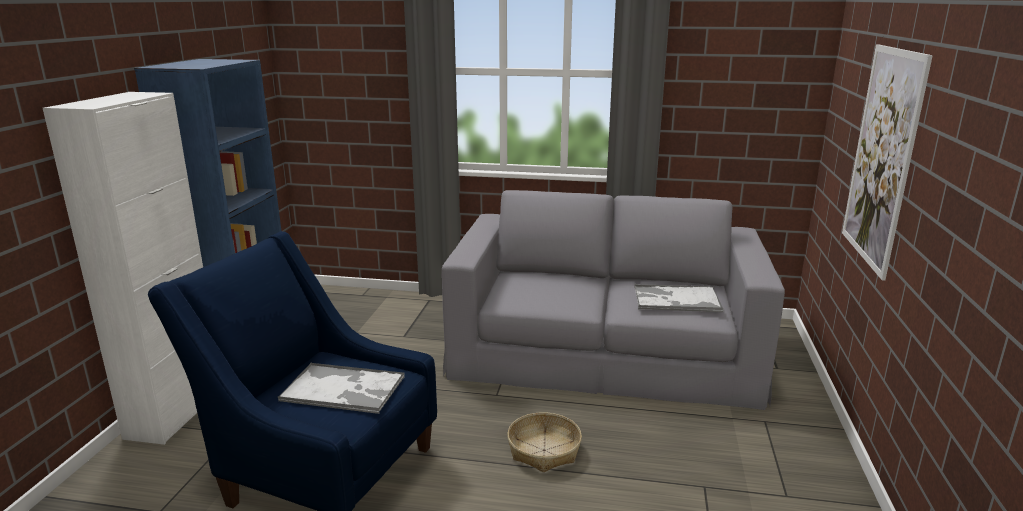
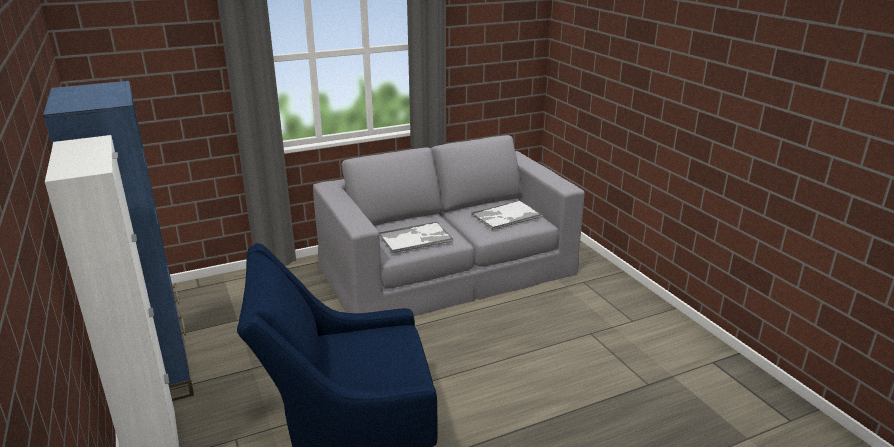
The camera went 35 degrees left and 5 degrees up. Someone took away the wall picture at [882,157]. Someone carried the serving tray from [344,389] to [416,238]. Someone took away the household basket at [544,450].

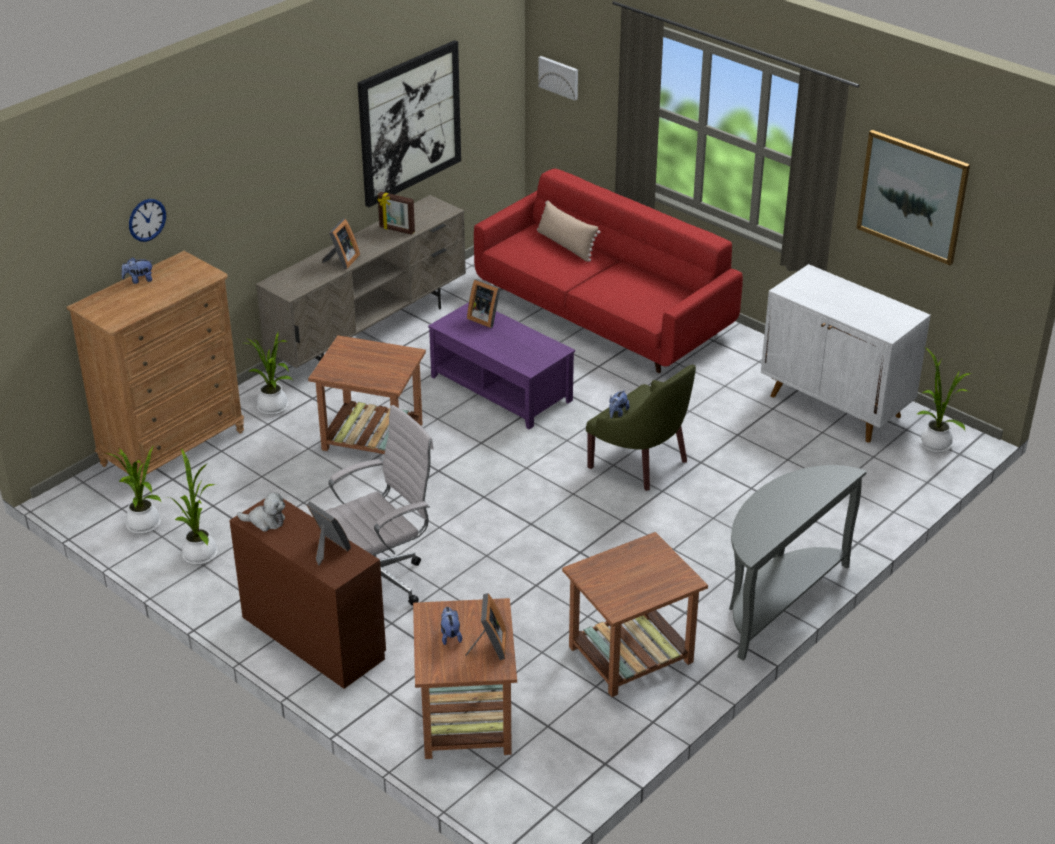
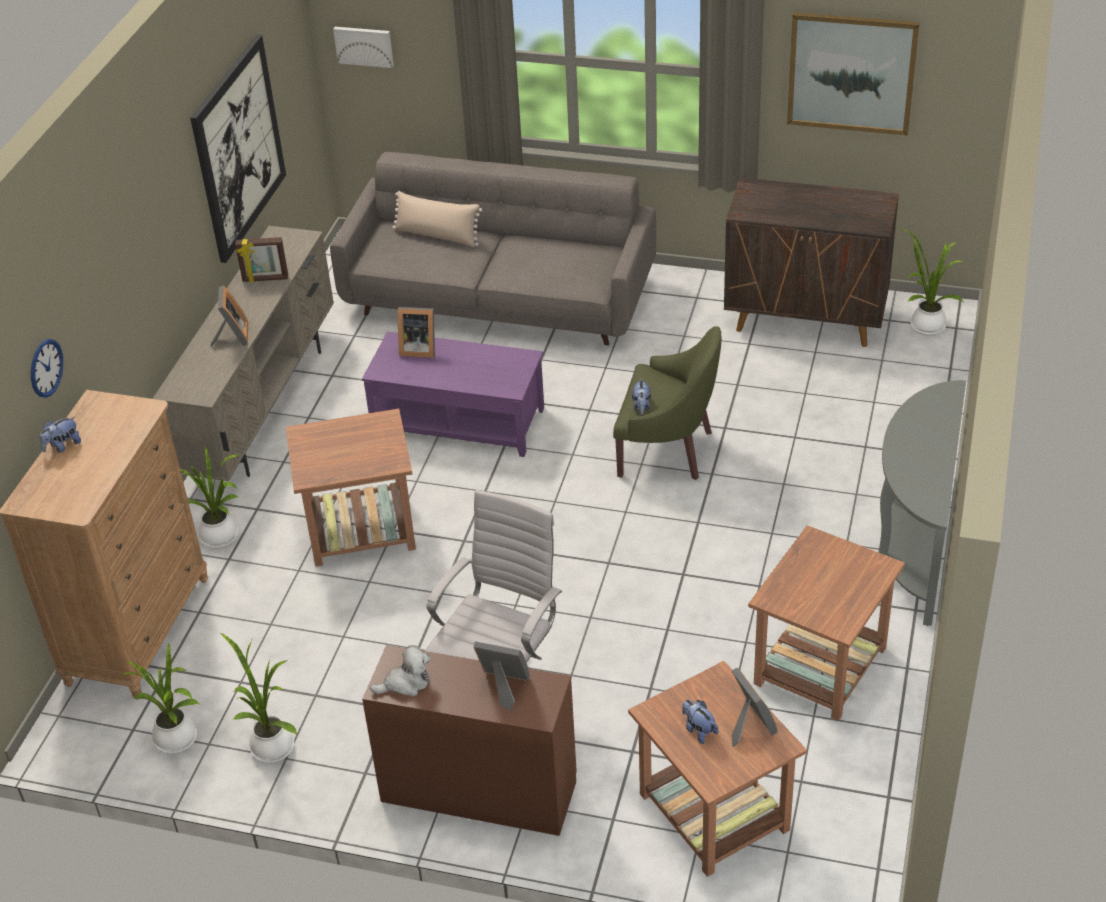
The camera went 25 degrees left and 5 degrees up. Someone repainted the sofa (red) at [602,313], which became the sofa (grey) at [499,299]. Someone repainted the cupboard (whitish) at [836,406], which became the cupboard (brown-coloured) at [807,319].

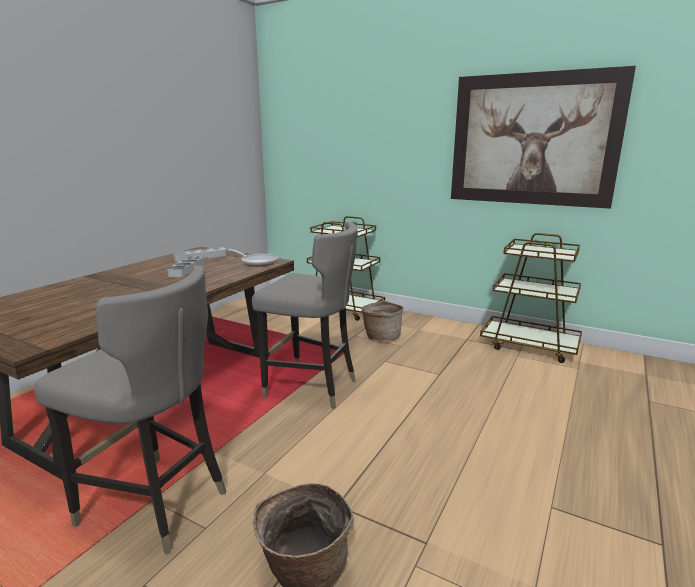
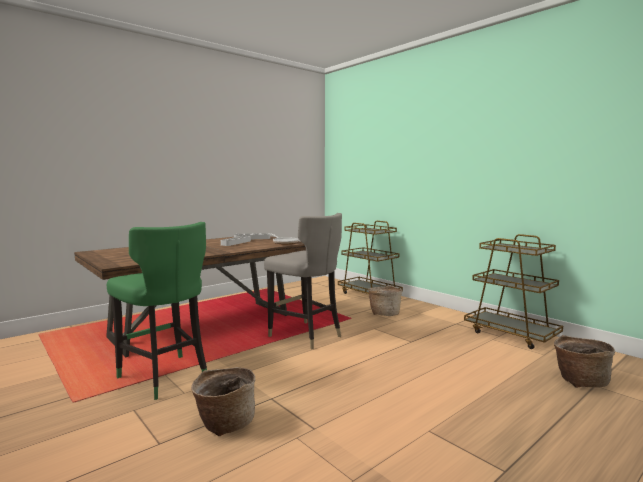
The camera went 20 degrees right and 10 degrees down. Someone took away the wall picture at [532,140]. Someone repainted the stool seat (grey) at [157,505], which became the stool seat (green-coloured) at [165,377]. Someone put down the household basket at [579,381].

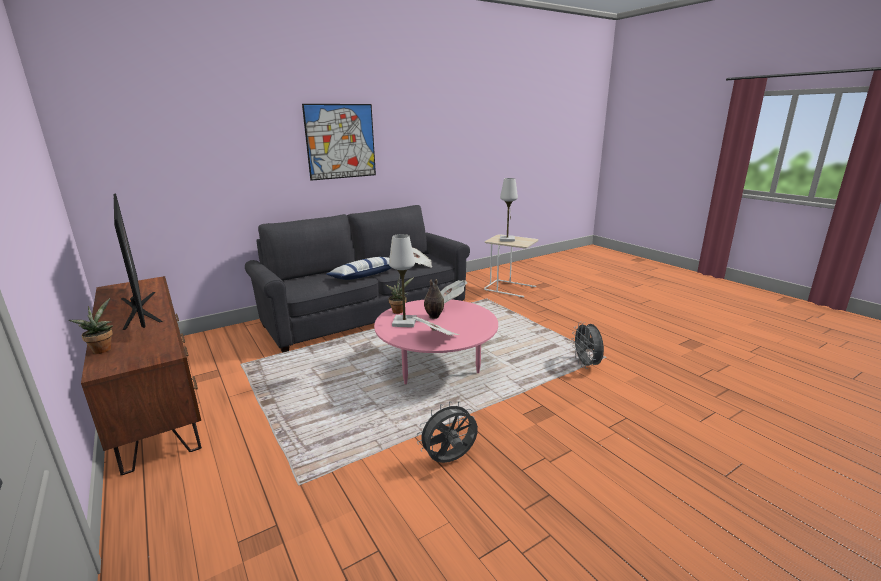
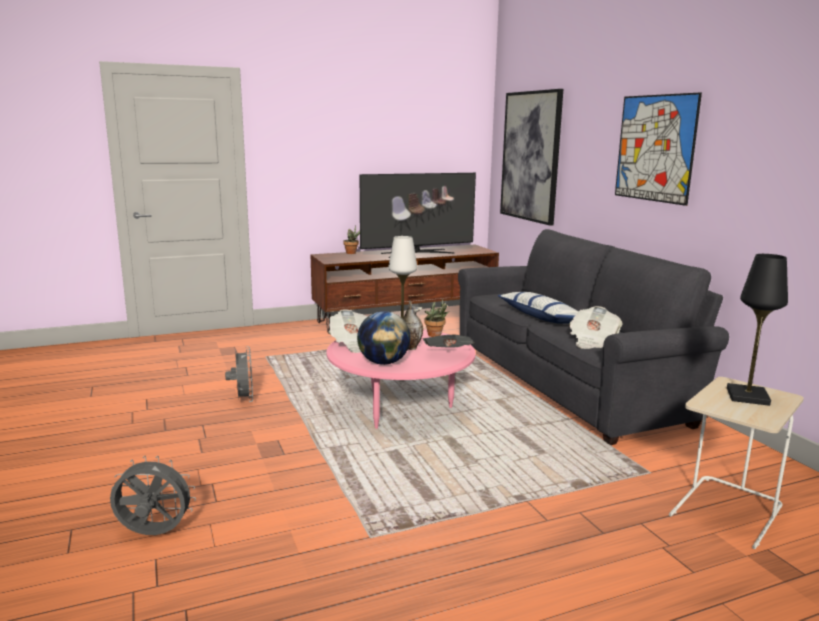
The camera went 100 degrees right and 5 degrees down. Someone repainted the table lamp (whitish) at [507,239], which became the table lamp (black) at [748,397]. Someone carried the electric fan (grey) from [586,365] to [153,534]. Someone put up the wall picture at [531,156]. Someone put down the desk globe at [384,362].

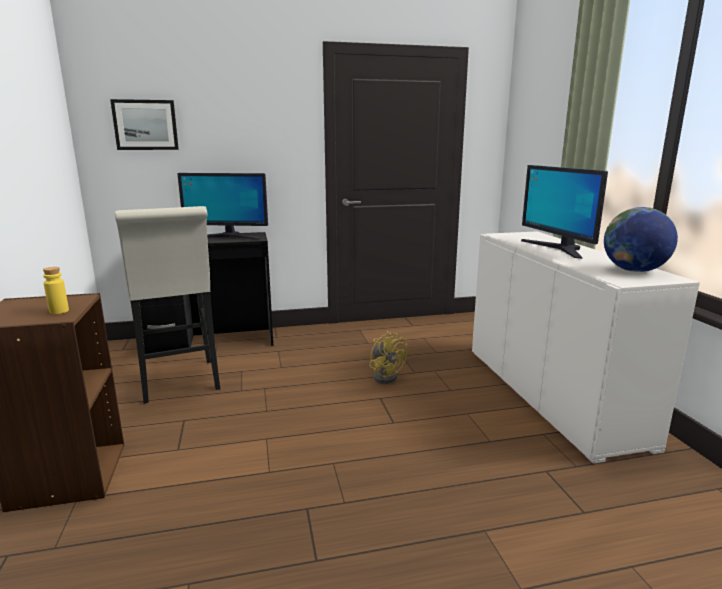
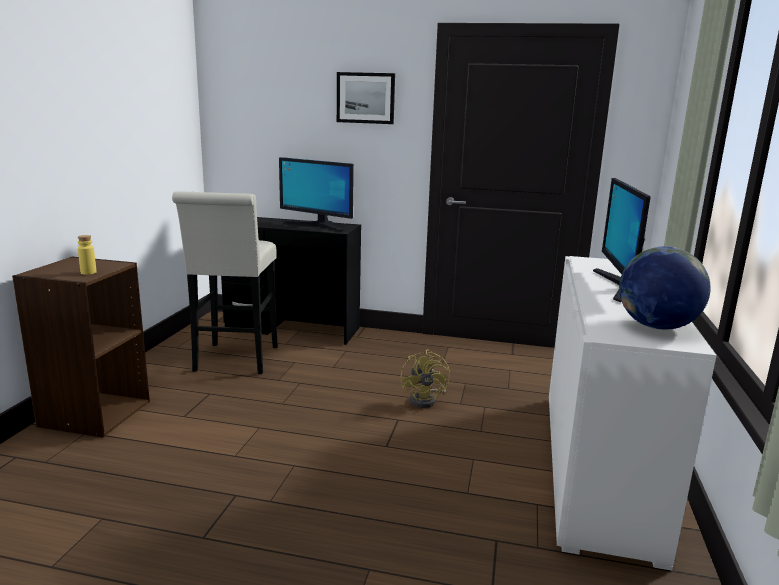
The camera went 25 degrees right and 0 degrees up. Someone carried the wall picture from [145,125] to [365,98].

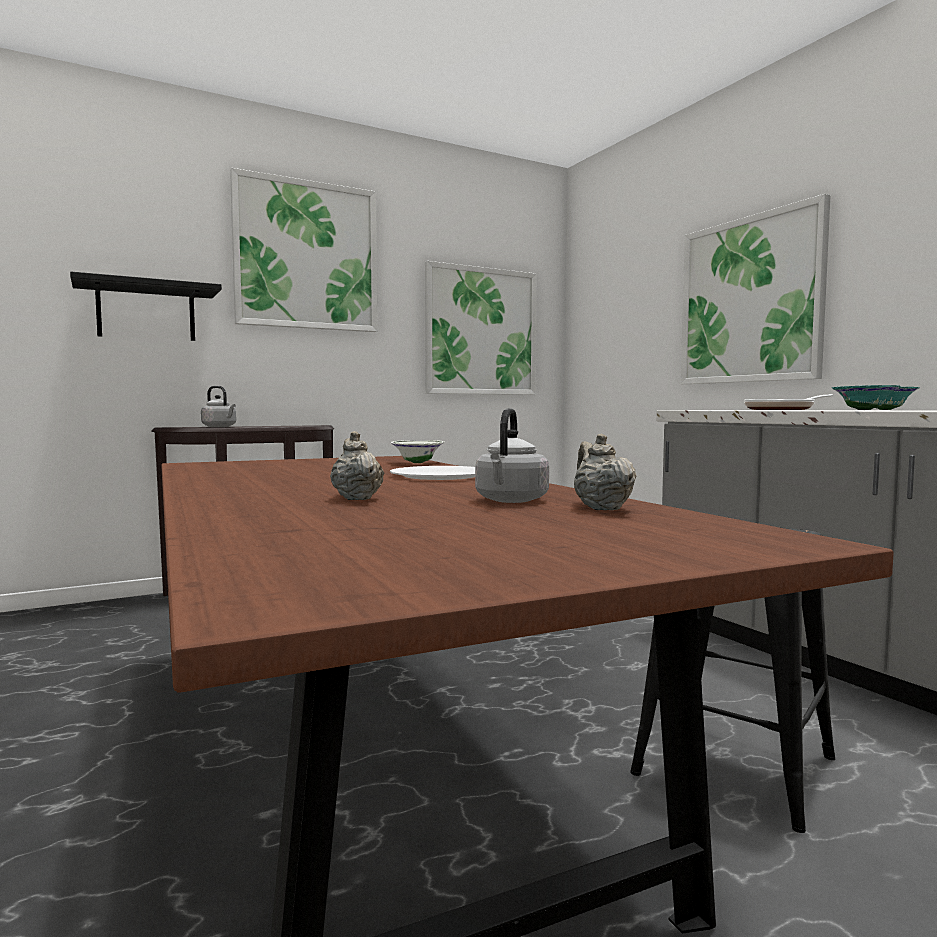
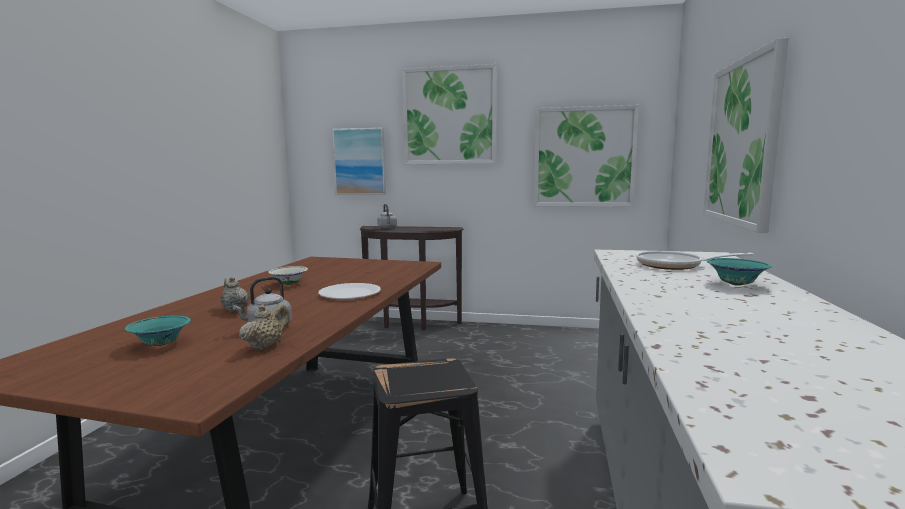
The camera went 40 degrees right and 5 degrees up. Someone swapped the wall shelf (black) at [146,313] for the wall picture at [360,161]. Someone carried the serving bowl (turquoise-coloured) from [864,410] to [161,344]. Someone rotated the tea pot (beige-coloured) at [356,498] by 60 degrees counterclockwise. Someone carried the serving bowl (whitish) from [417,463] to [289,284].

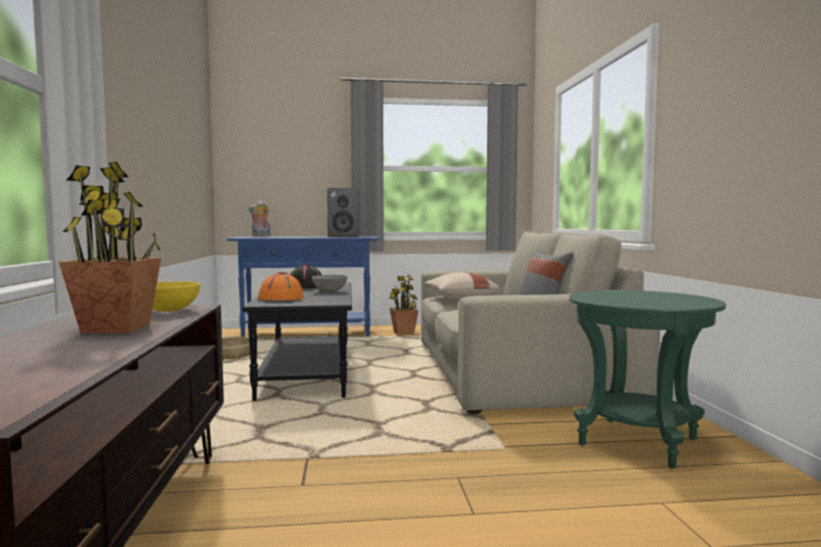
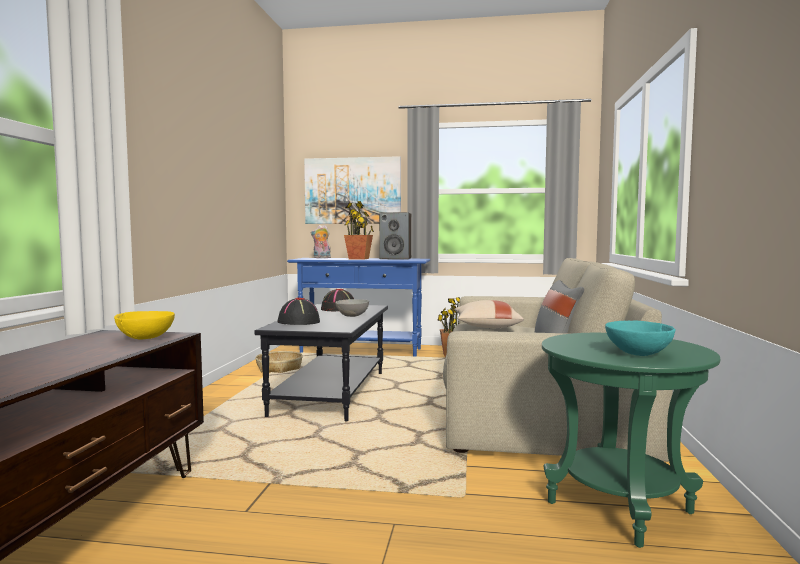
The camera went 15 degrees right and 0 degrees up. Someone carried the plant in a pot from [117,328] to [359,259]. Someone repainted the hat (orange-coloured) at [280,298], which became the hat (black) at [298,322]. Someone put up the wall picture at [352,191]. Someone put down the serving bowl (turquoise-coloured) at [638,353].

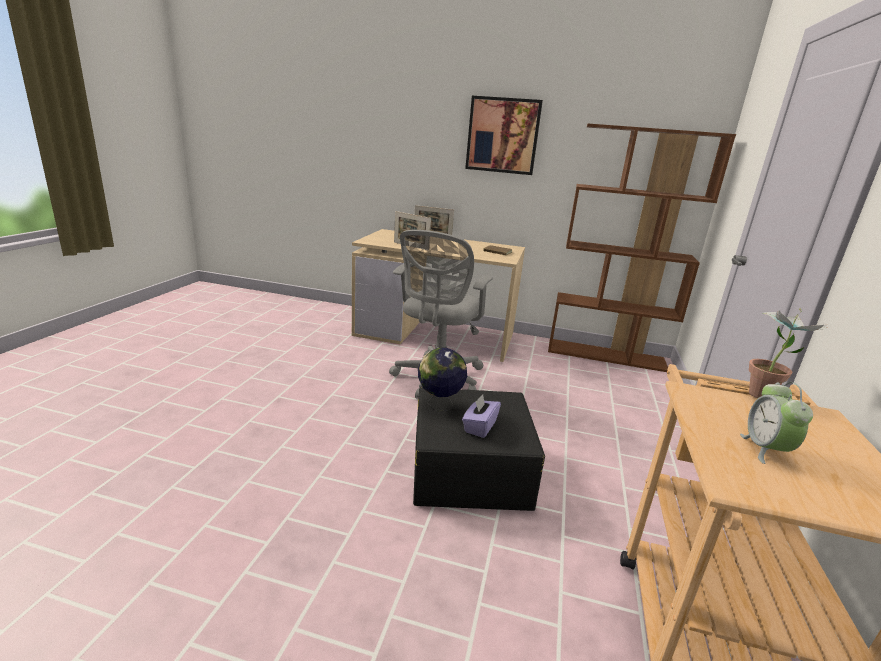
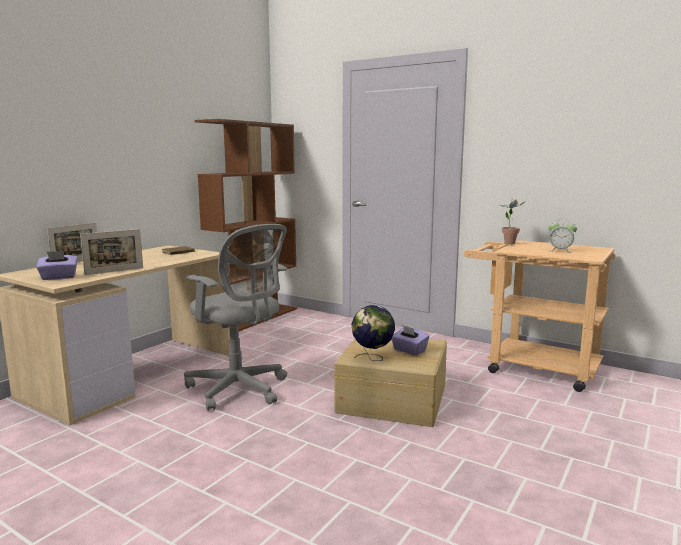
The camera went 70 degrees left and 10 degrees down. Someone took away the wall picture at [502,135]. Someone repainted the storage bin (black) at [470,468], which became the storage bin (beige-coloured) at [391,398]. Someone put down the tissue box (purple-coloured) at [59,277].

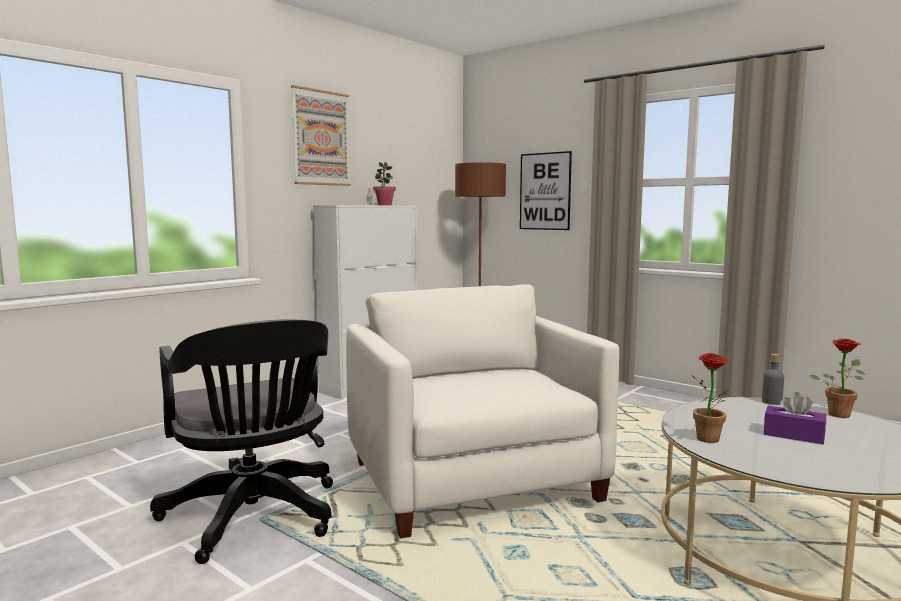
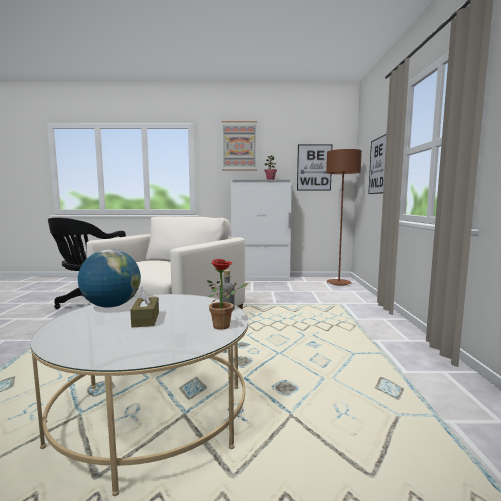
The camera went 50 degrees right and 0 degrees up. Someone swapped the plant in a pot at [711,440] for the desk globe at [111,306]. Someone repainted the tissue box (purple-coloured) at [793,435], which became the tissue box (brown-coloured) at [146,319]. Someone put up the wall picture at [314,167].

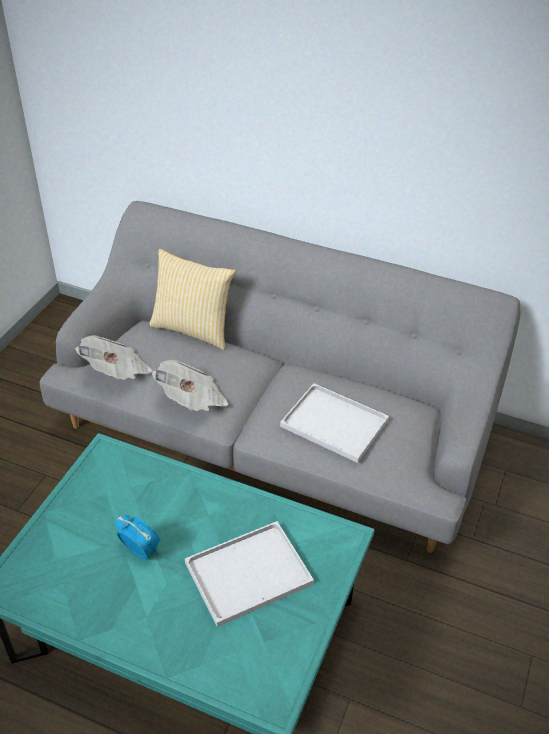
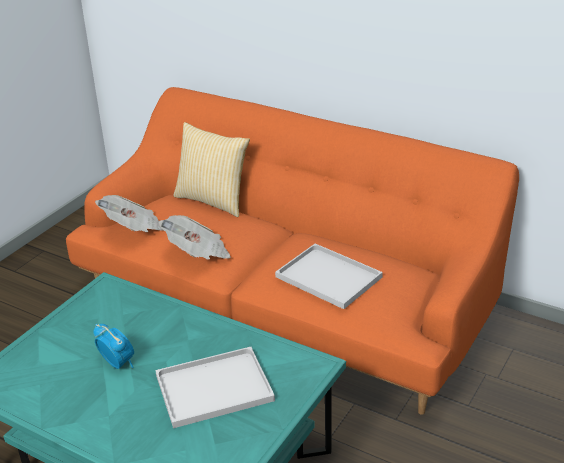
The camera went 10 degrees right and 10 degrees down. Someone repainted the sofa (grey) at [273,432], which became the sofa (orange-coloured) at [284,304].

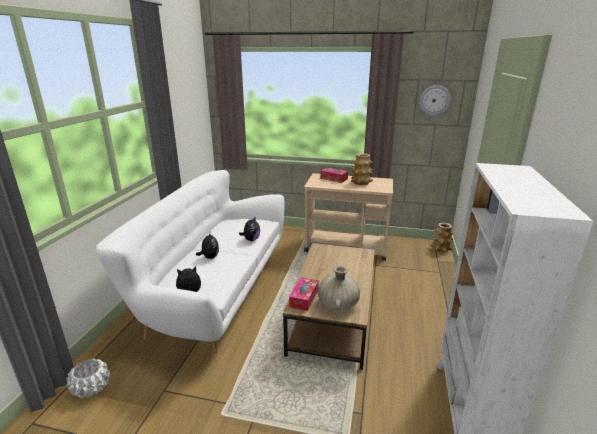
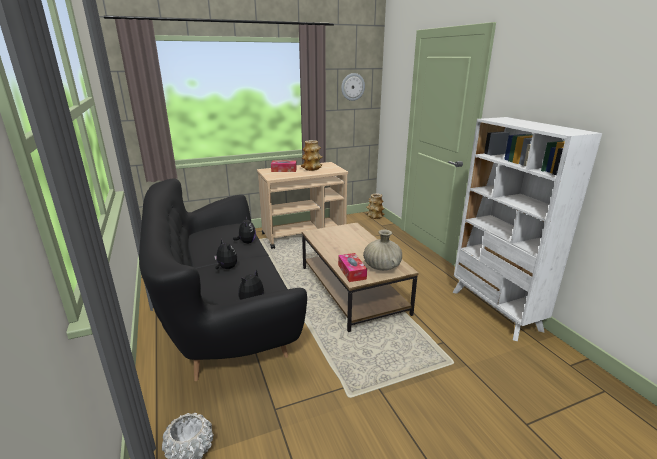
The camera went 35 degrees left and 0 degrees up. Someone repainted the sofa (whitish) at [214,291], which became the sofa (black) at [221,309].

